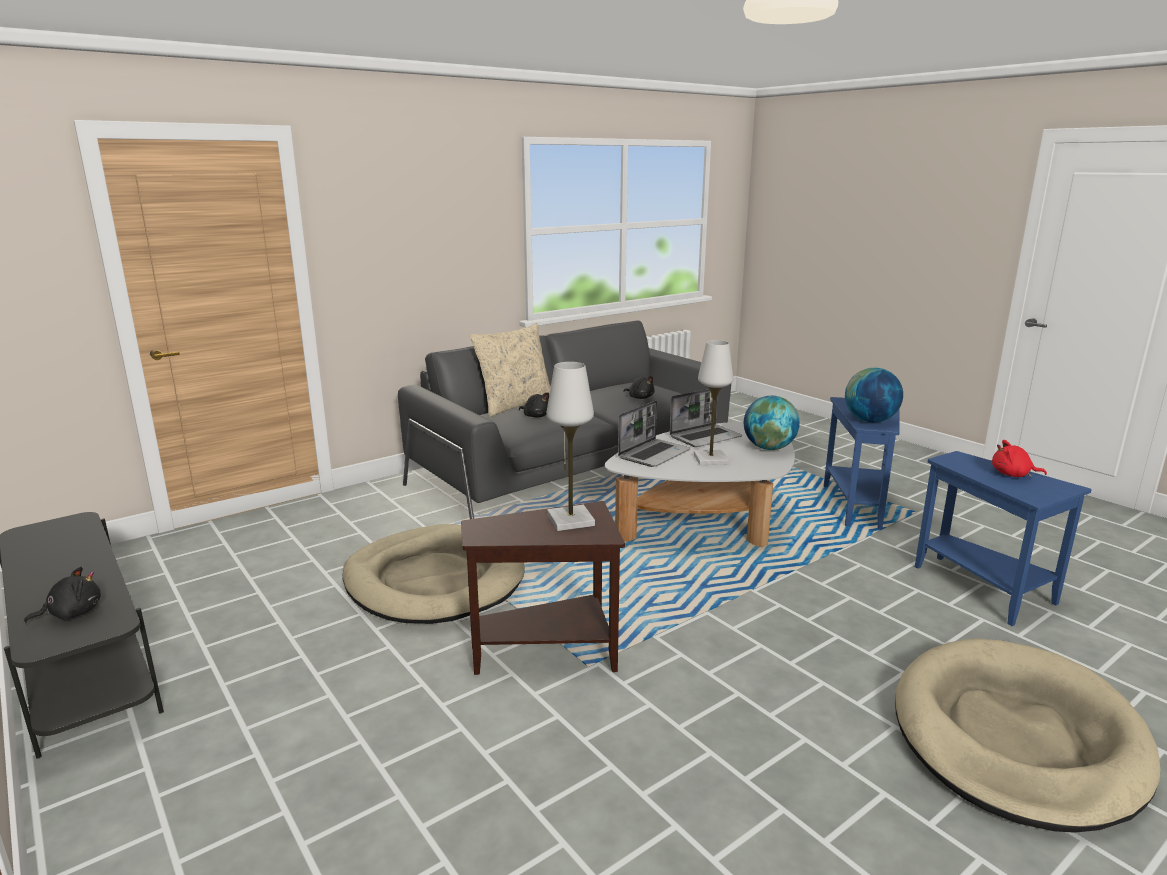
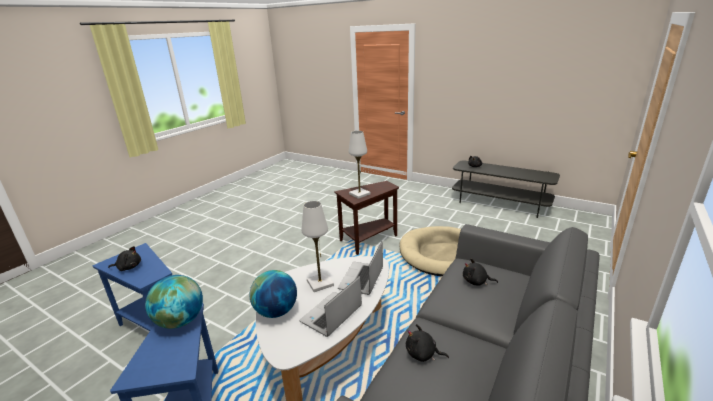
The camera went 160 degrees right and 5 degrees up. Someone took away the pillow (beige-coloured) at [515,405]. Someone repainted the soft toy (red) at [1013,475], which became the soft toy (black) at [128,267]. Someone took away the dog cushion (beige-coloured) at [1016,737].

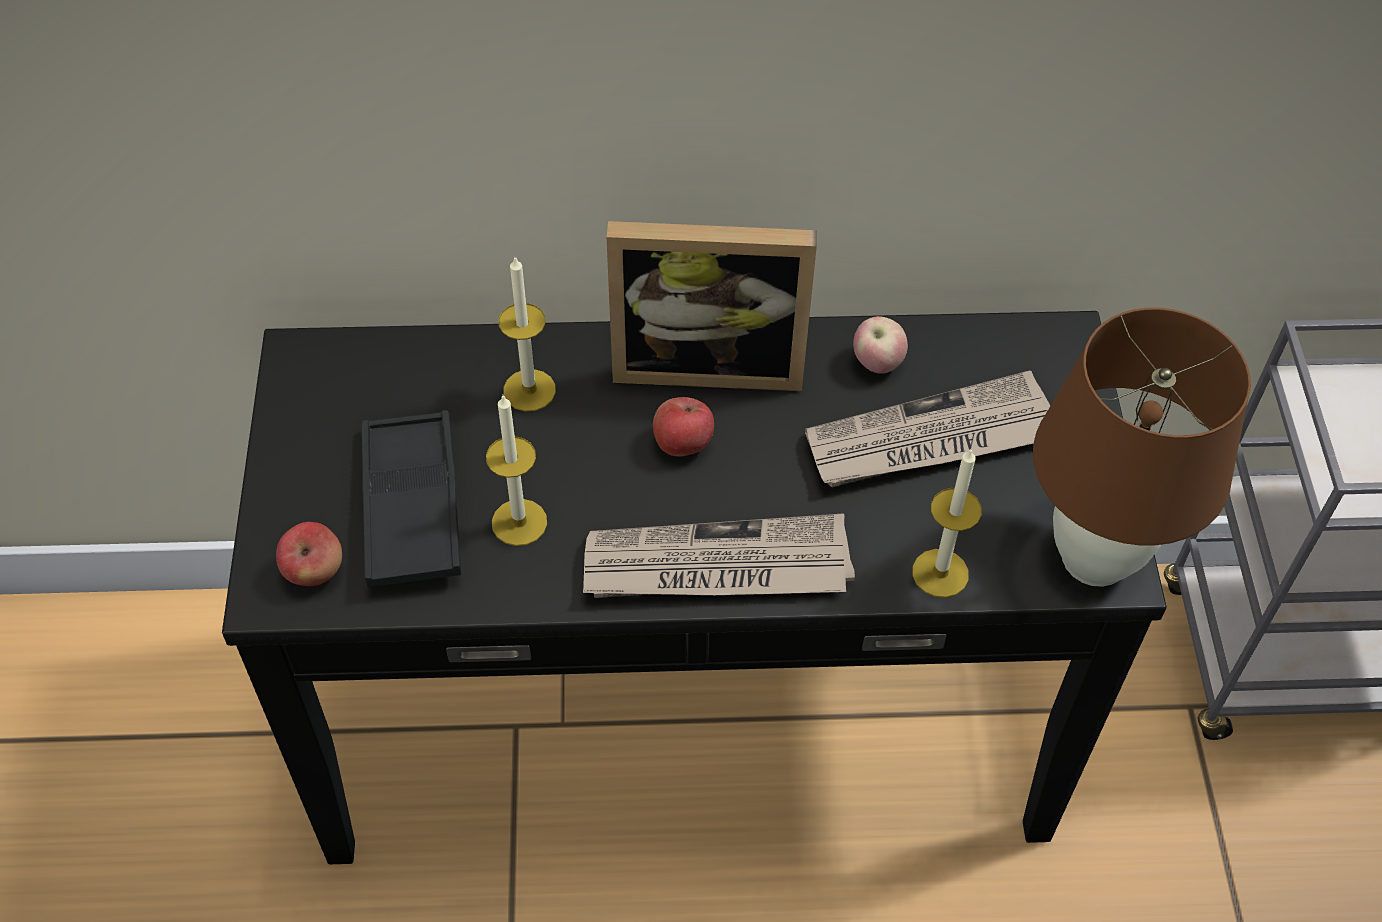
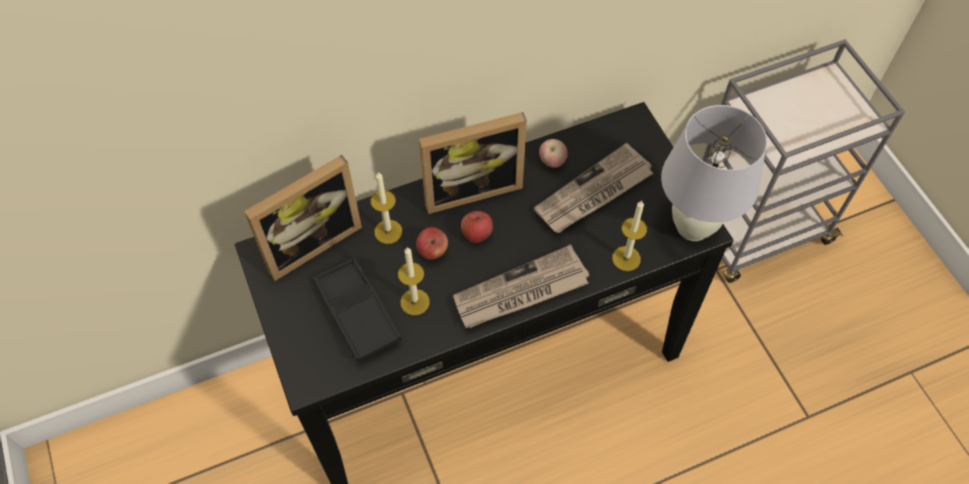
The camera went 20 degrees left and 5 degrees up. Someone repainted the table lamp (brown-coloured) at [1095,559], which became the table lamp (whitish) at [693,227]. Someone carried the whole apple from [314,571] to [432,251]. Someone put down the picture frame at [309,241].

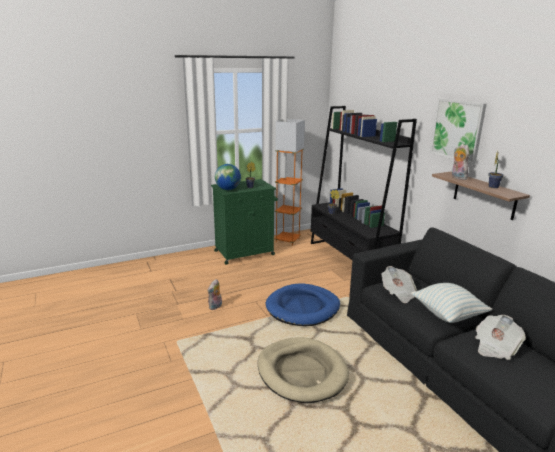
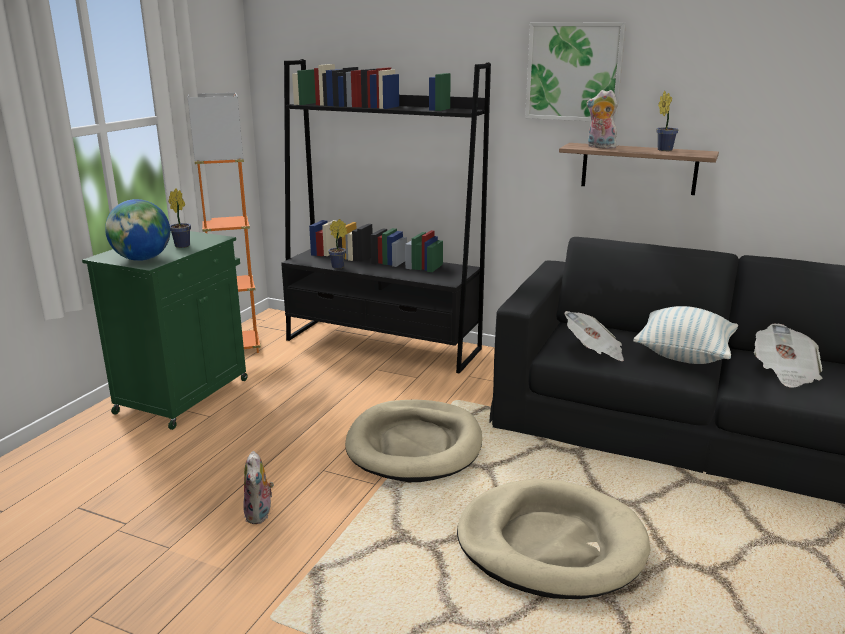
The camera went 40 degrees left and 0 degrees up. Someone repainted the dog cushion (bluish) at [303,308], which became the dog cushion (beige-coloured) at [415,445].

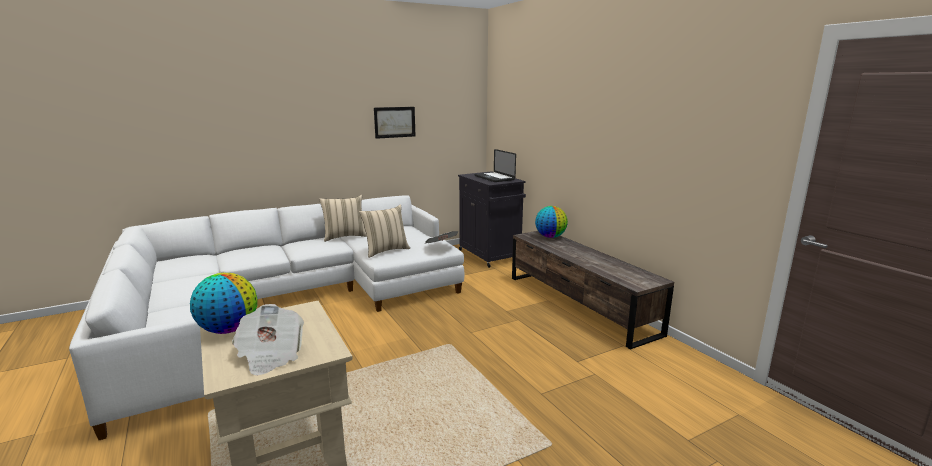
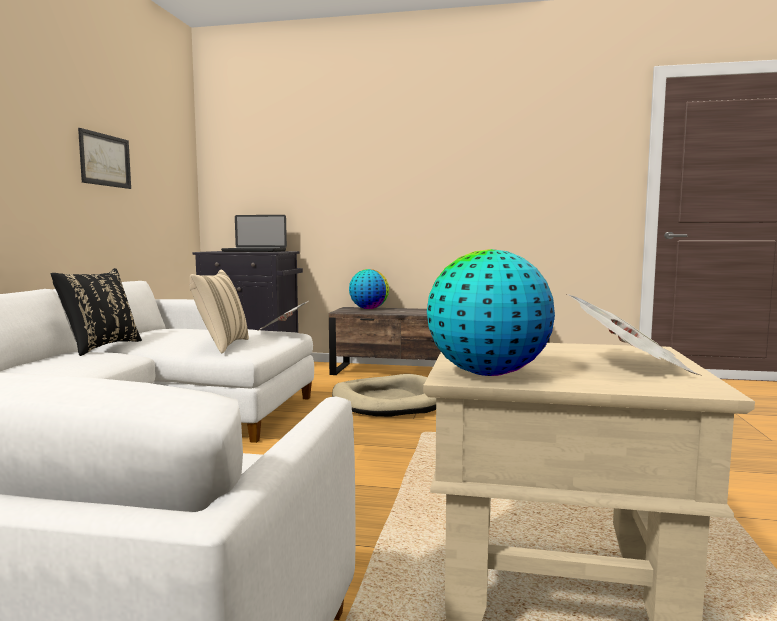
The camera went 50 degrees left and 10 degrees down. Someone repainted the pillow (beige-coloured) at [344,237], which became the pillow (black) at [100,347]. Someone put down the dog cushion (beige-coloured) at [389,401].

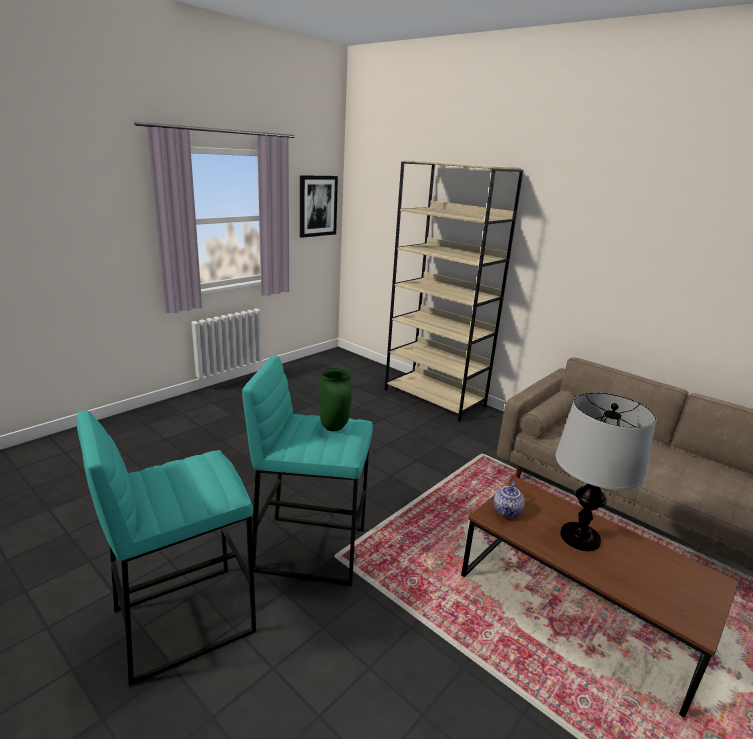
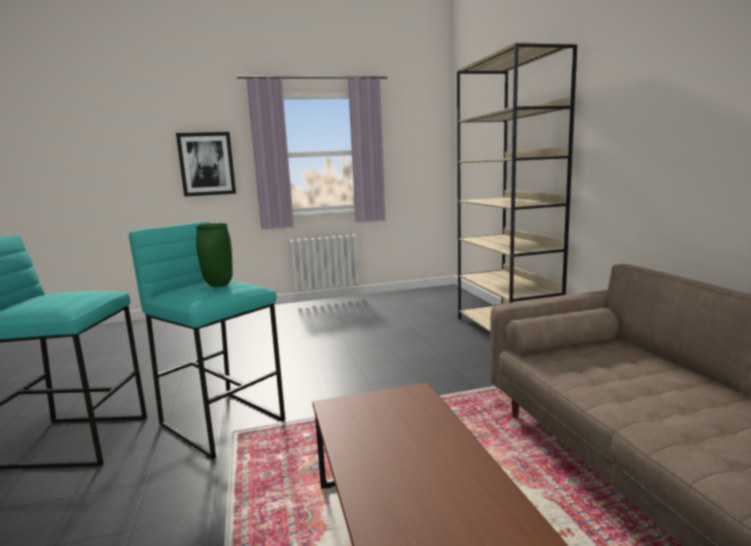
The camera went 35 degrees right and 10 degrees down. Someone carried the wall picture from [317,206] to [207,164]. Someone took away the table lamp at [580,538]. Someone took away the tea pot at [507,511].

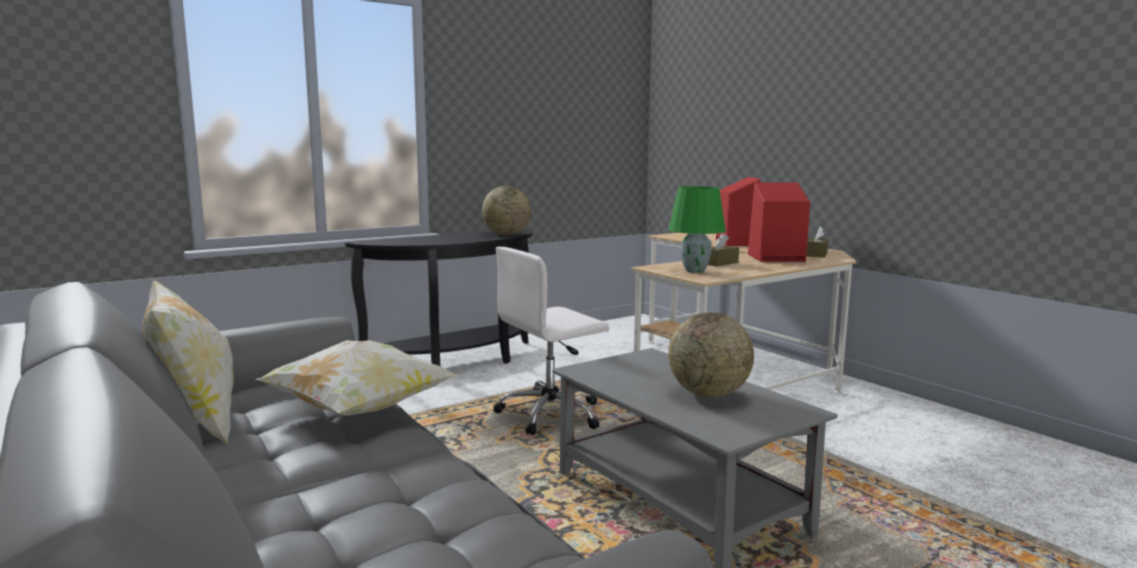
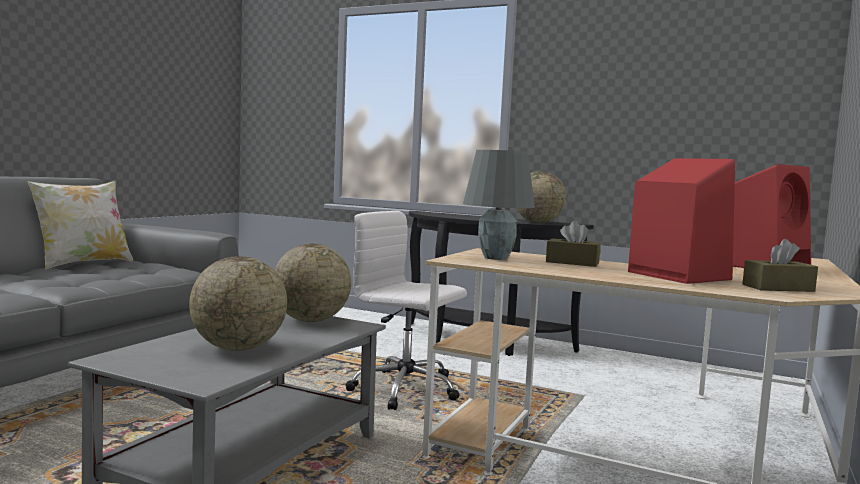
The camera went 60 degrees right and 5 degrees down. Someone repainted the table lamp (green-coloured) at [694,271], which became the table lamp (grey) at [494,258]. Someone took away the pillow at [359,411]. Someone put down the desk globe at [311,320].

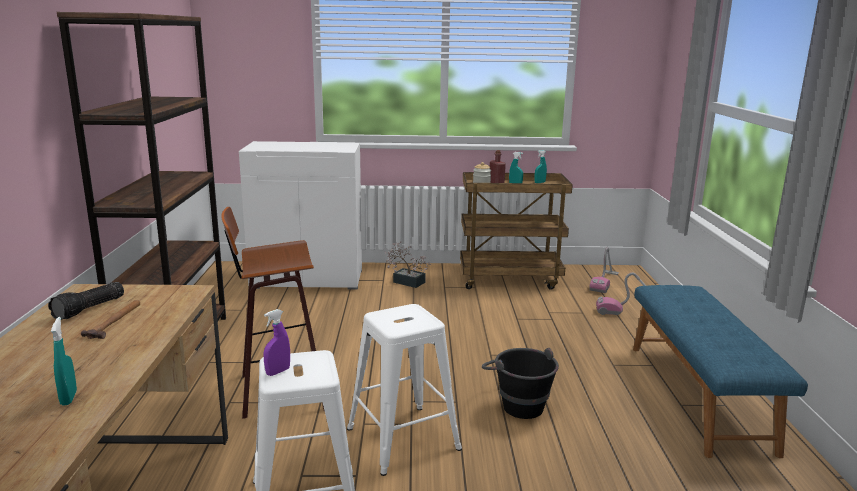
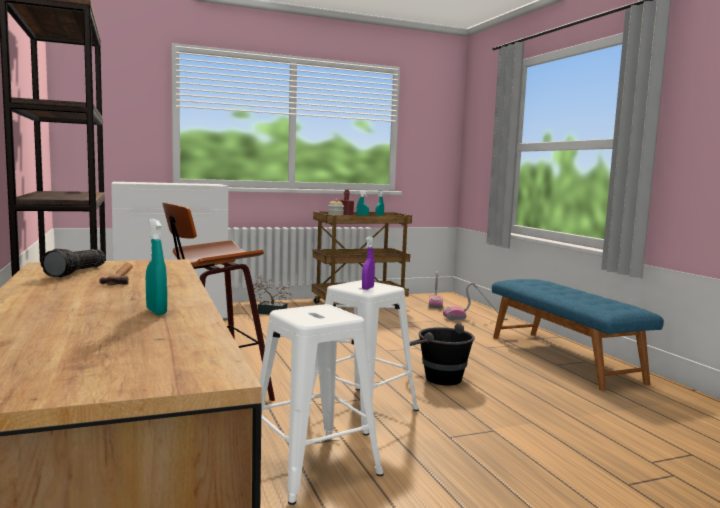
The camera went 20 degrees left and 10 degrees down. Someone carried the hand sprayer (purple-coloured) from [278,372] to [367,288].

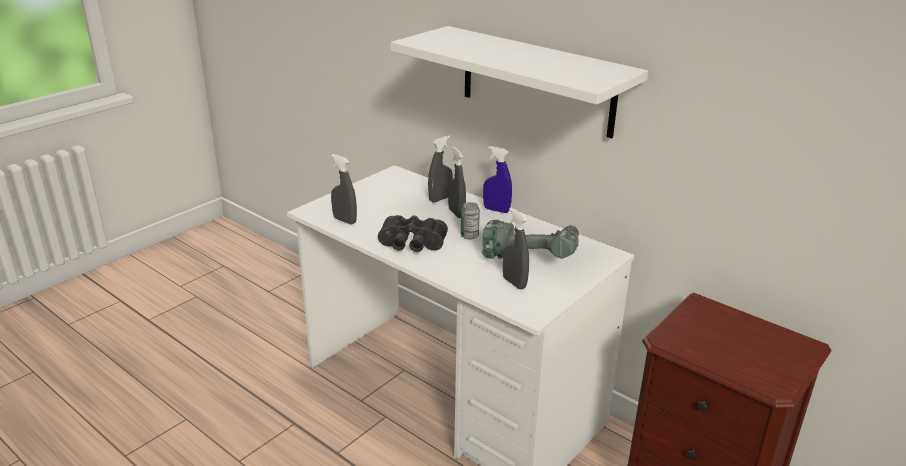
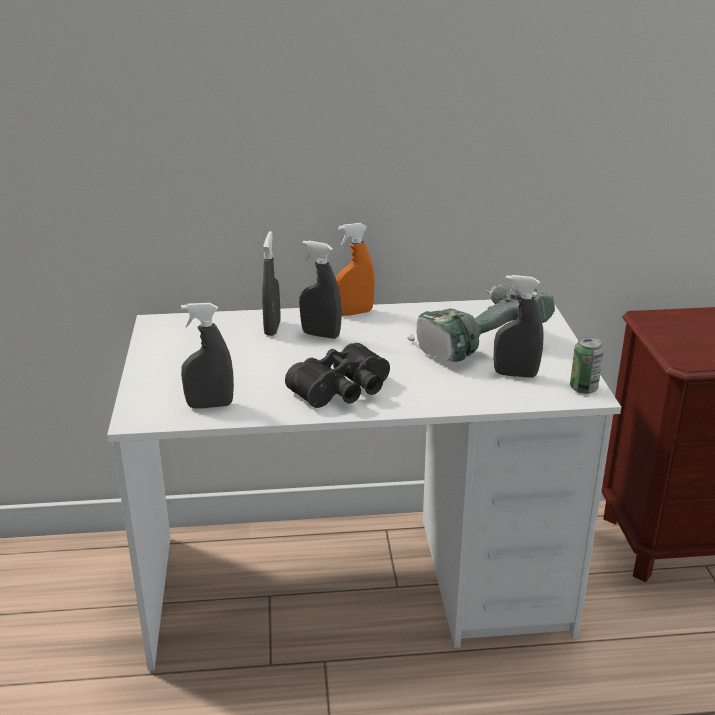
The camera went 45 degrees left and 0 degrees up. Someone took away the wall shelf (whitish) at [537,81]. Someone repainted the hand sprayer (bluish) at [496,210], which became the hand sprayer (orange-coloured) at [354,313]. Someone carried the metal can from [469,236] to [583,388].

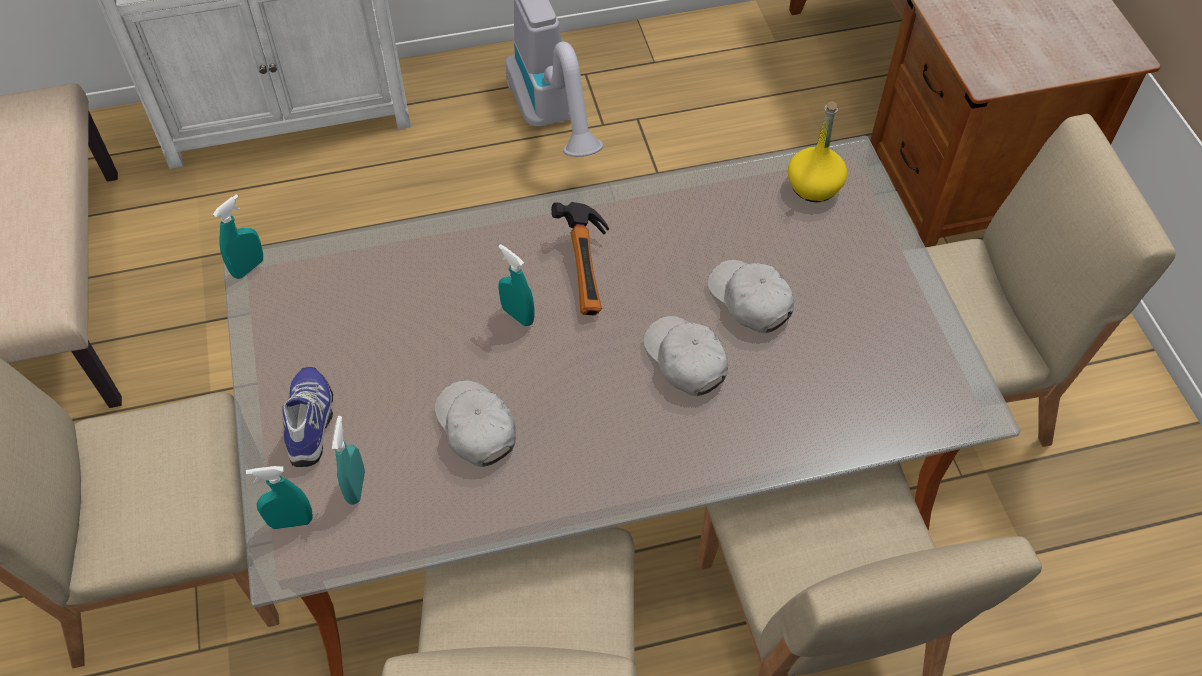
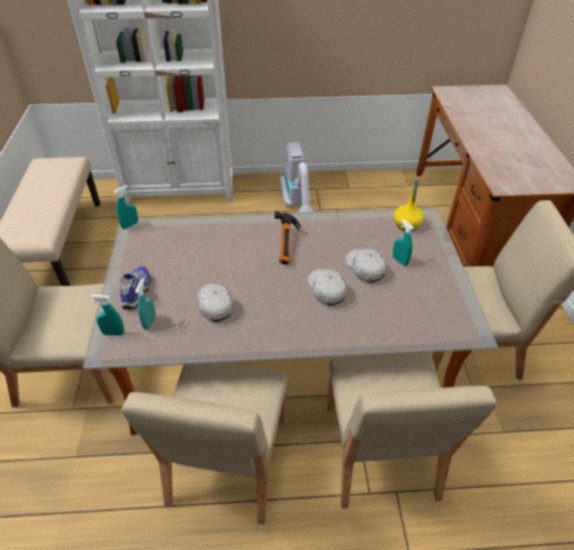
The camera went 10 degrees right and 10 degrees down. Someone carried the hand sprayer (turquoise-coloured) from [518,315] to [400,260].

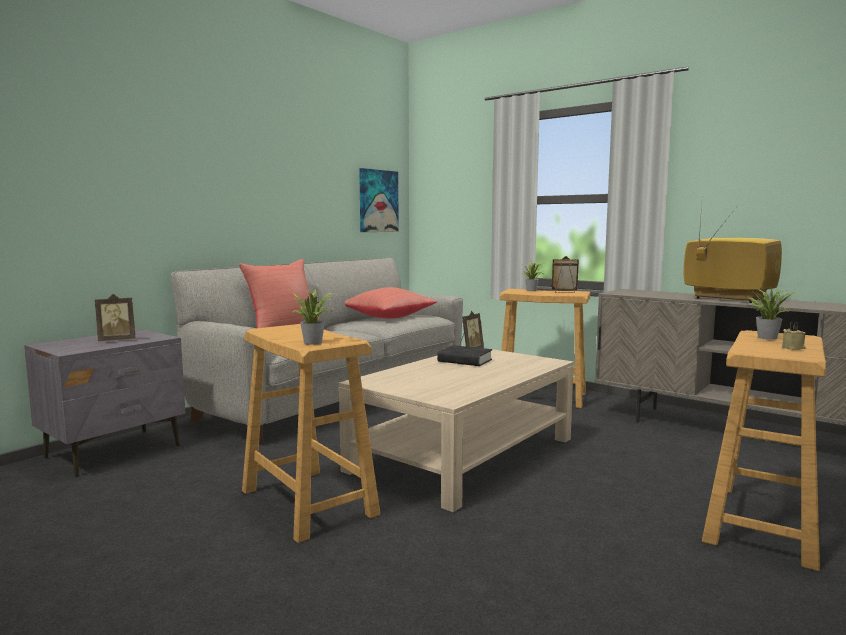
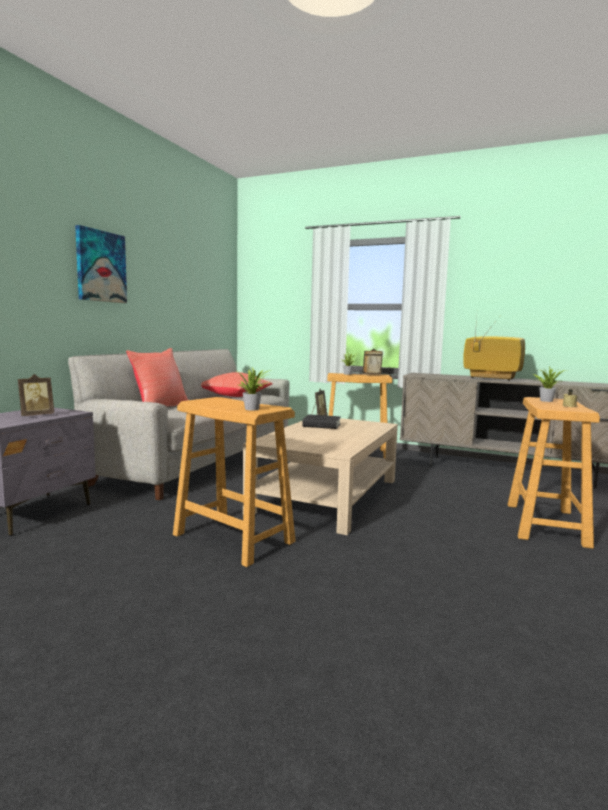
The camera went 15 degrees left and 0 degrees up. Someone carried the wall picture from [378,201] to [100,266].

